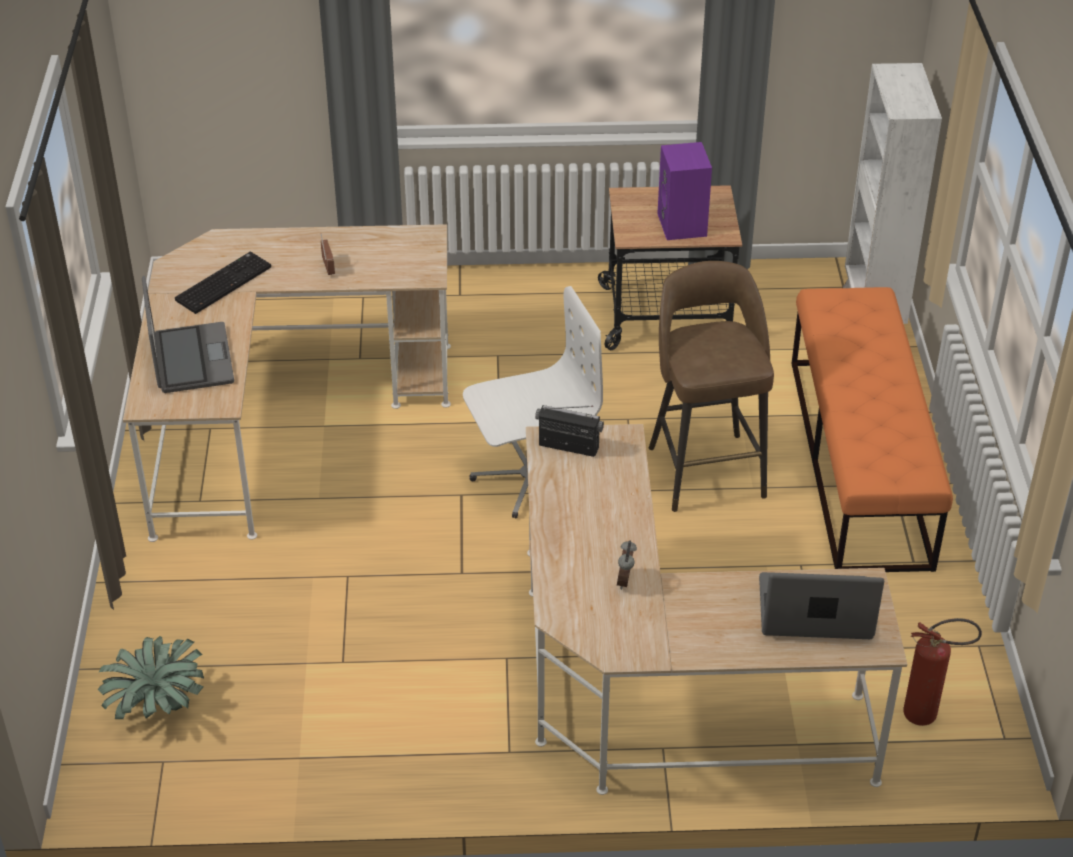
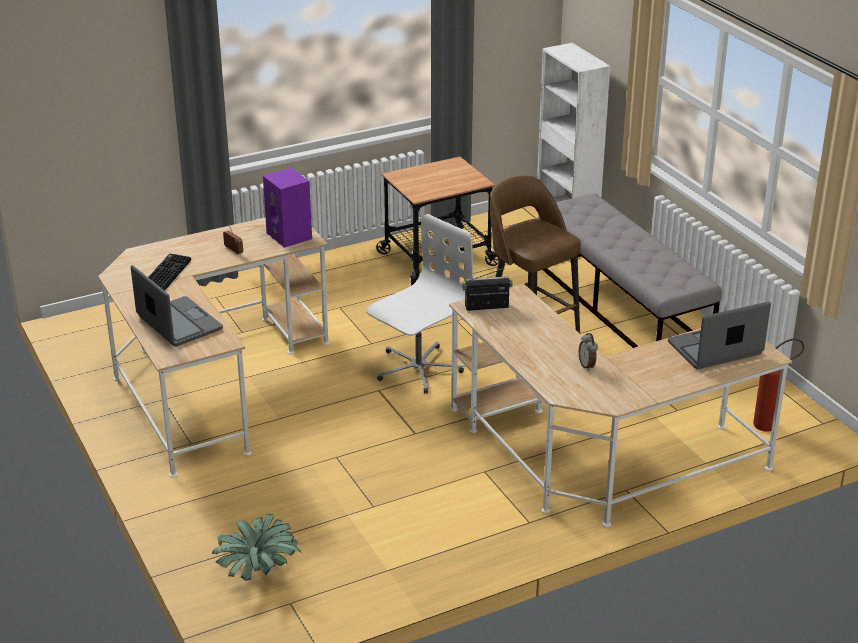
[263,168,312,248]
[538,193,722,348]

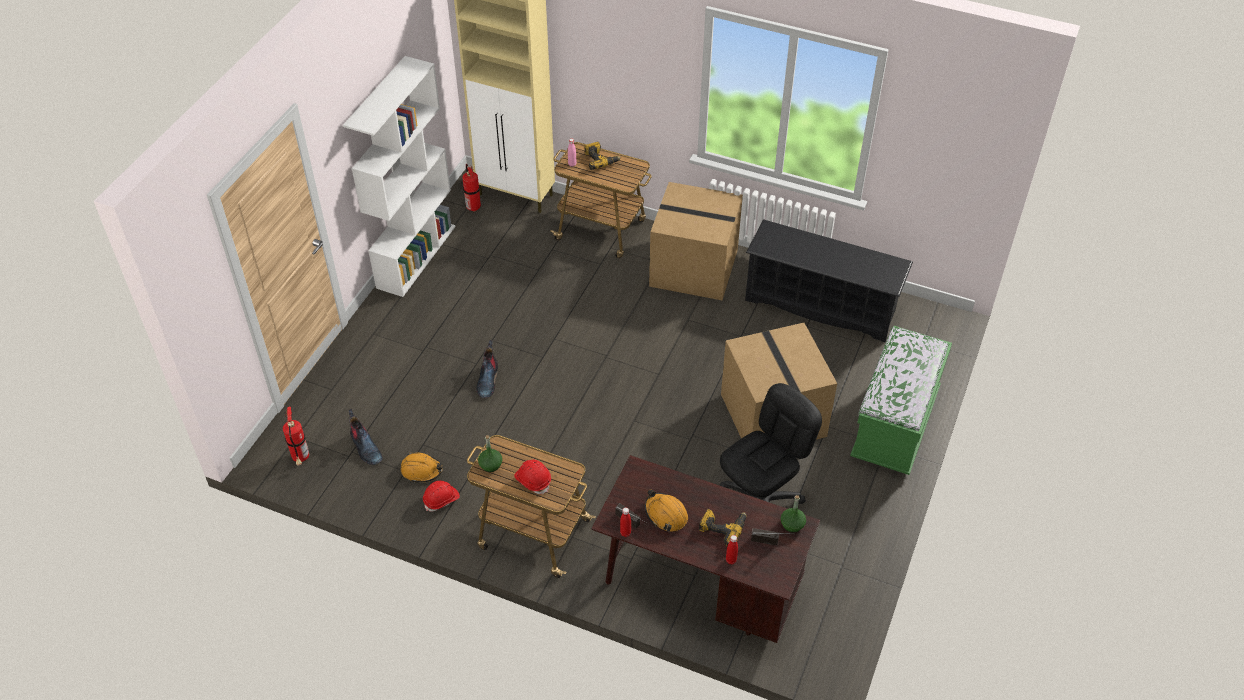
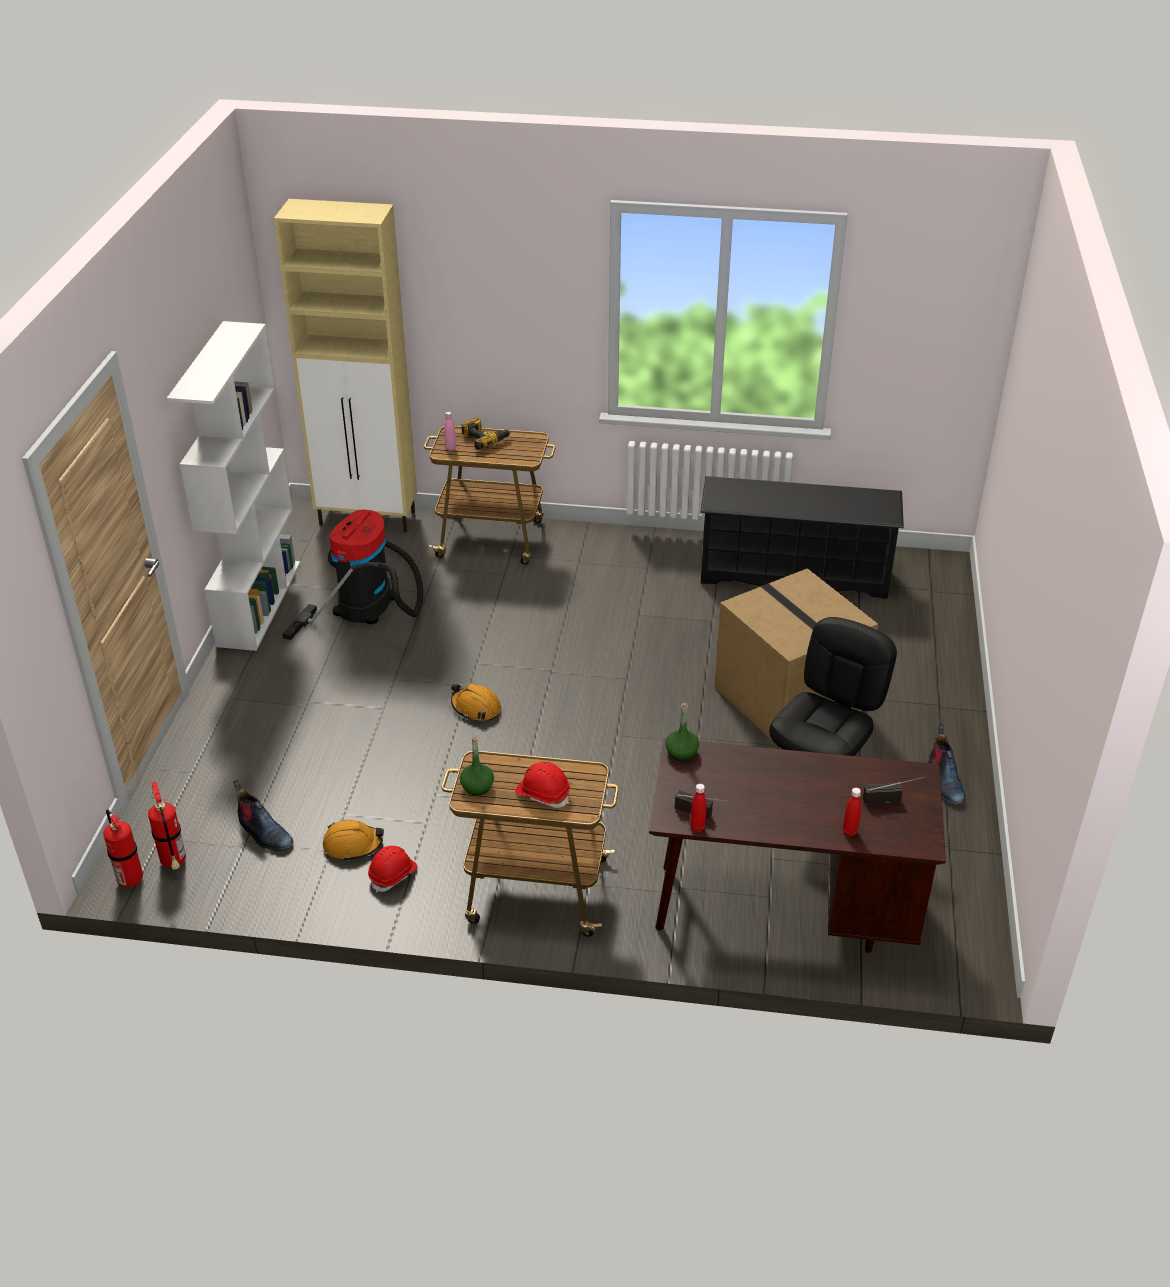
[103,809,143,887]
[282,509,423,640]
[451,684,501,721]
[665,703,699,761]
[929,724,965,805]
[649,182,743,300] (first image)
[699,509,746,547] (first image)
[850,326,952,475] (first image)

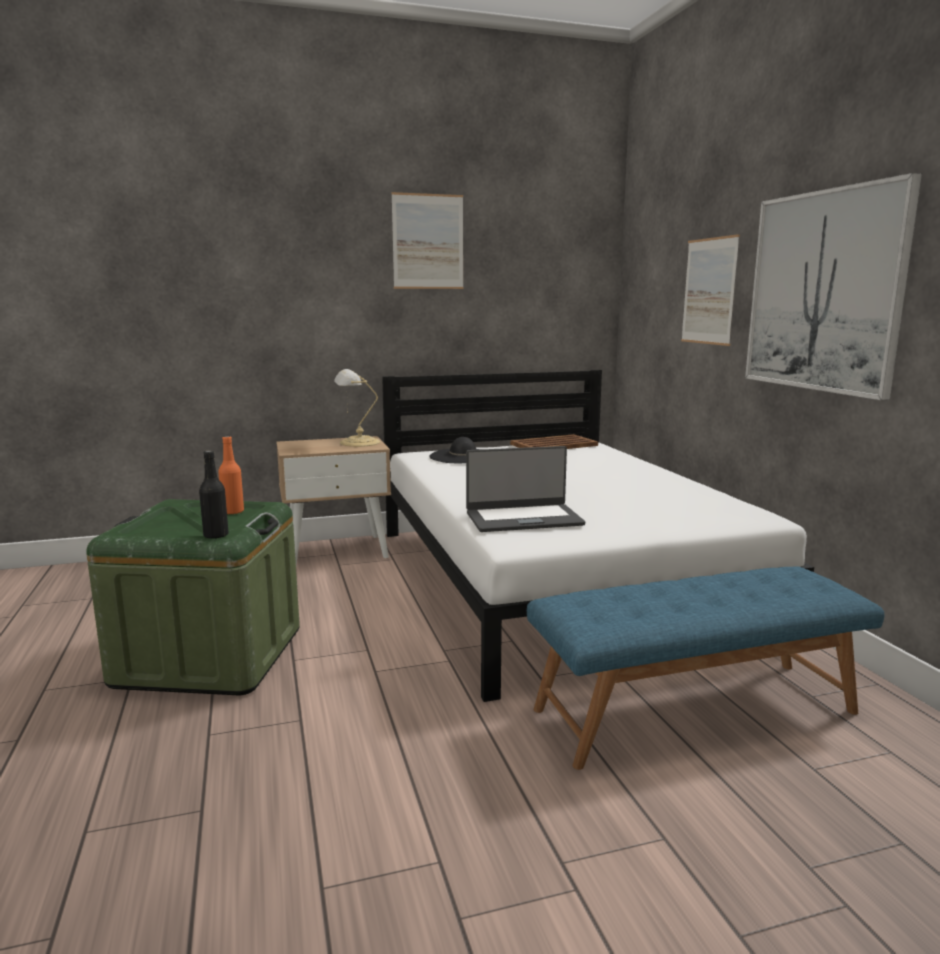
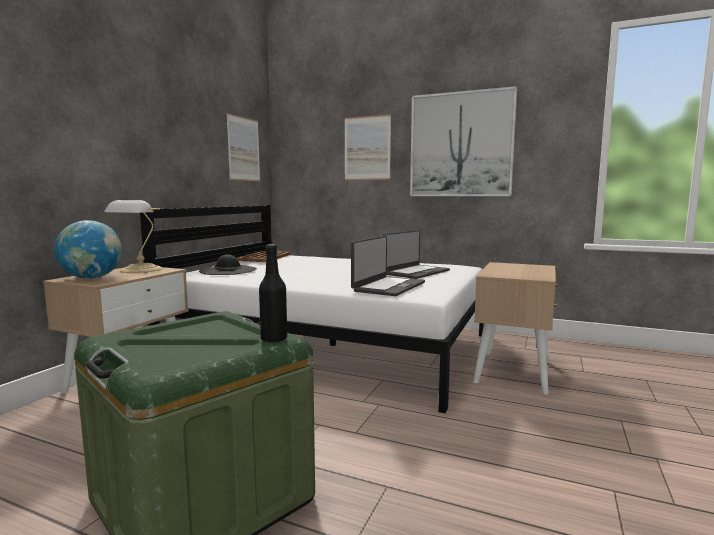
[54,220,122,279]
[226,113,260,181]
[383,230,450,279]
[473,262,558,395]
[218,436,244,515] (first image)

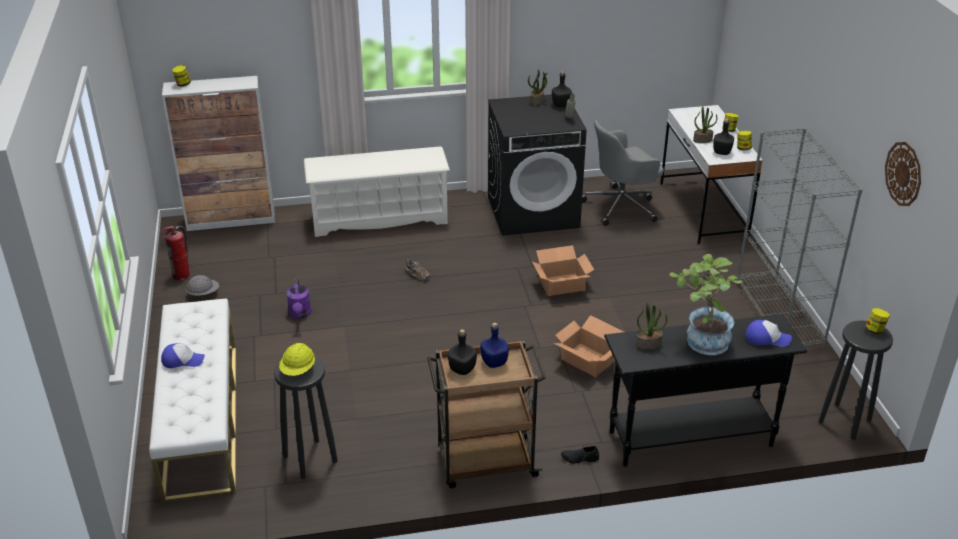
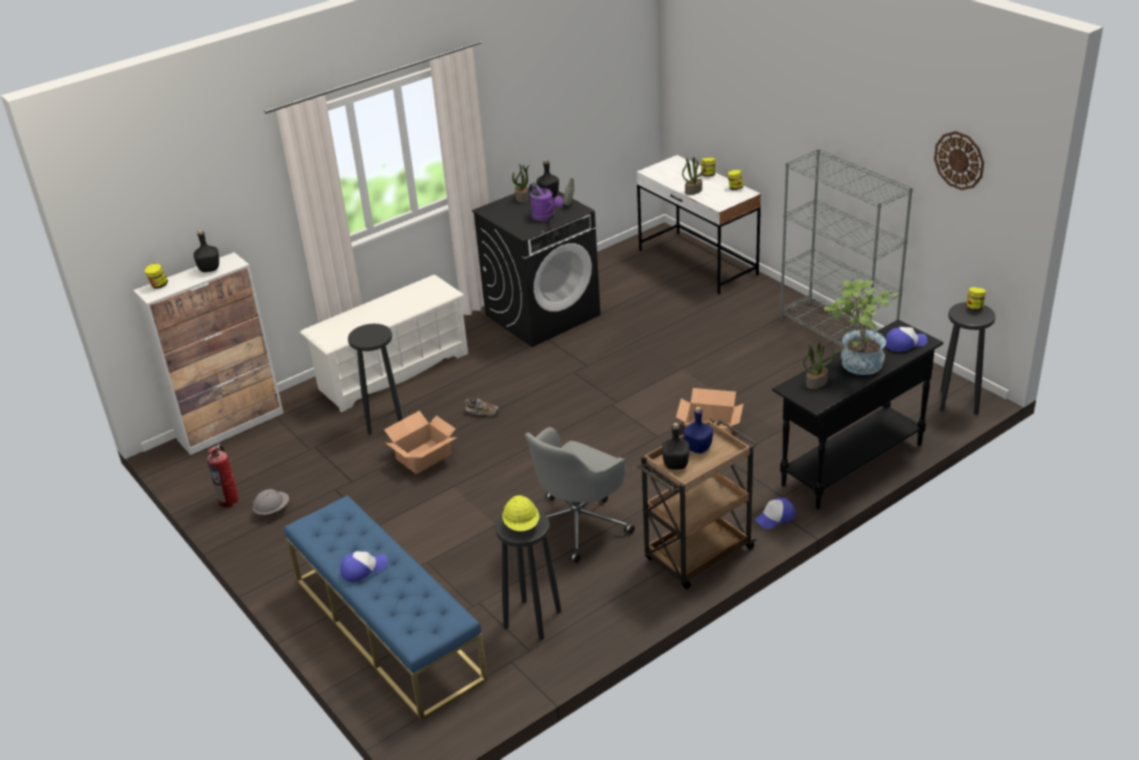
[194,230,219,272]
[284,495,488,721]
[348,324,403,435]
[384,411,458,474]
[525,427,635,563]
[529,183,564,221]
[755,497,795,529]

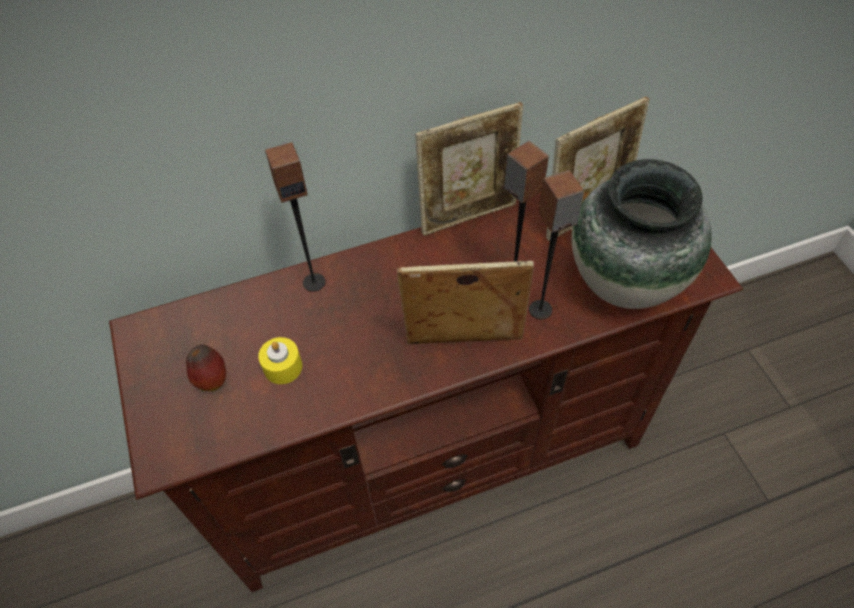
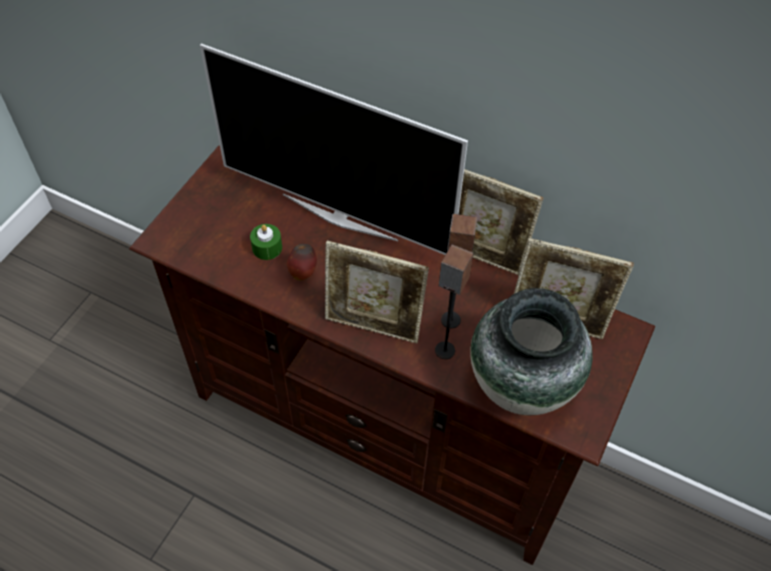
[200,43,468,255]
[250,224,282,260]
[287,244,317,280]
[325,241,429,343]

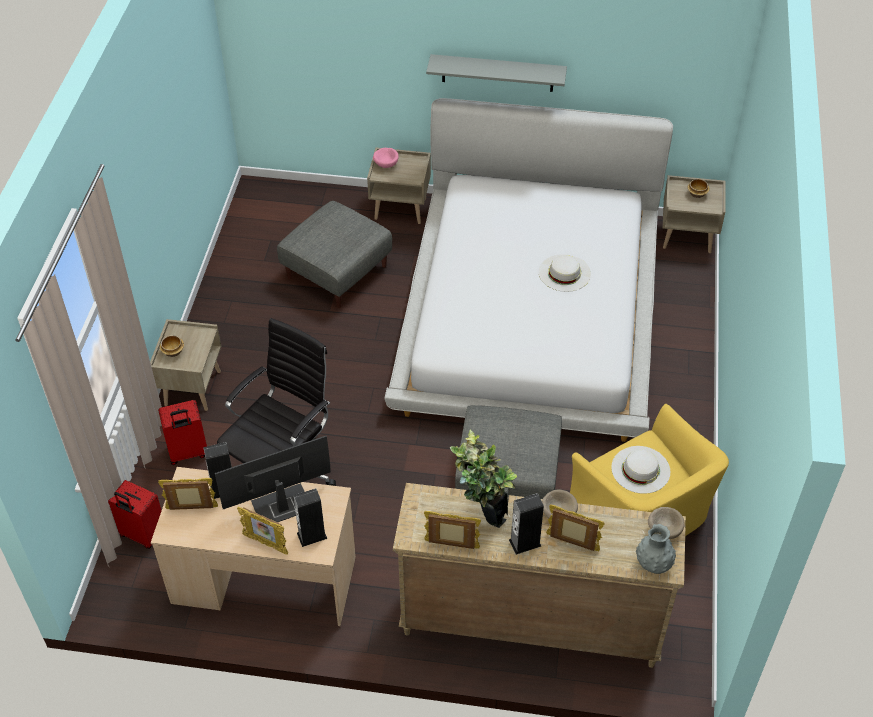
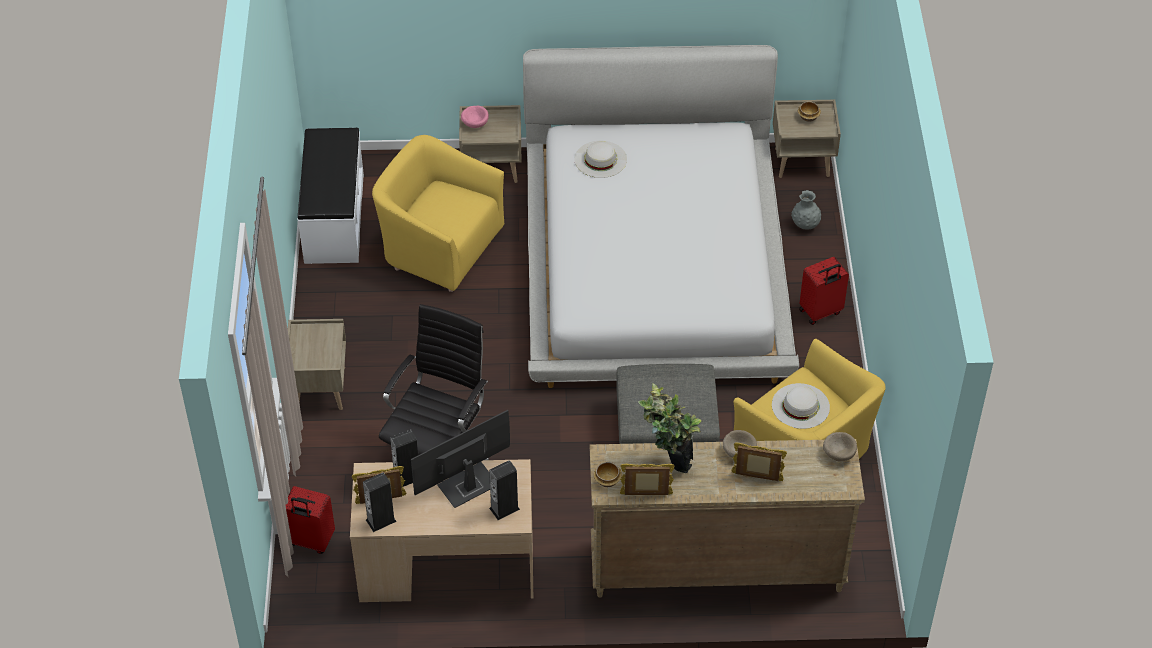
[298,128,364,264]
[363,472,397,532]
[372,135,504,292]
[574,141,627,178]
[594,462,622,487]
[791,190,821,230]
[799,257,849,325]
[237,506,288,555] (first image)
[426,54,567,92] (first image)

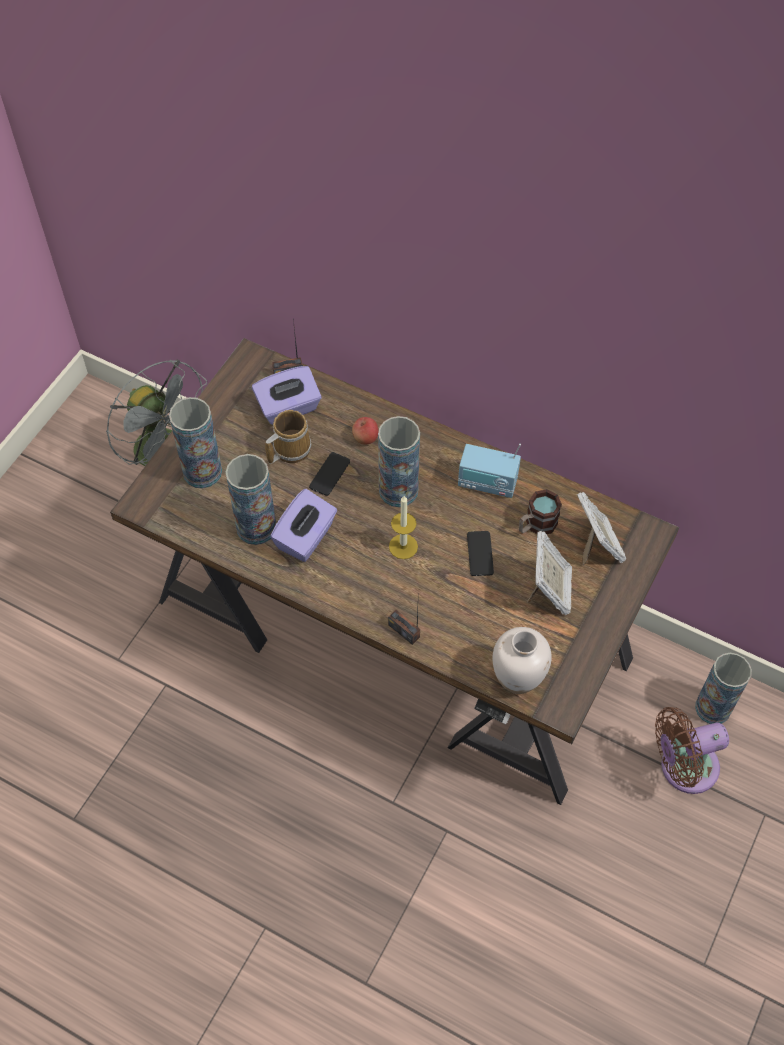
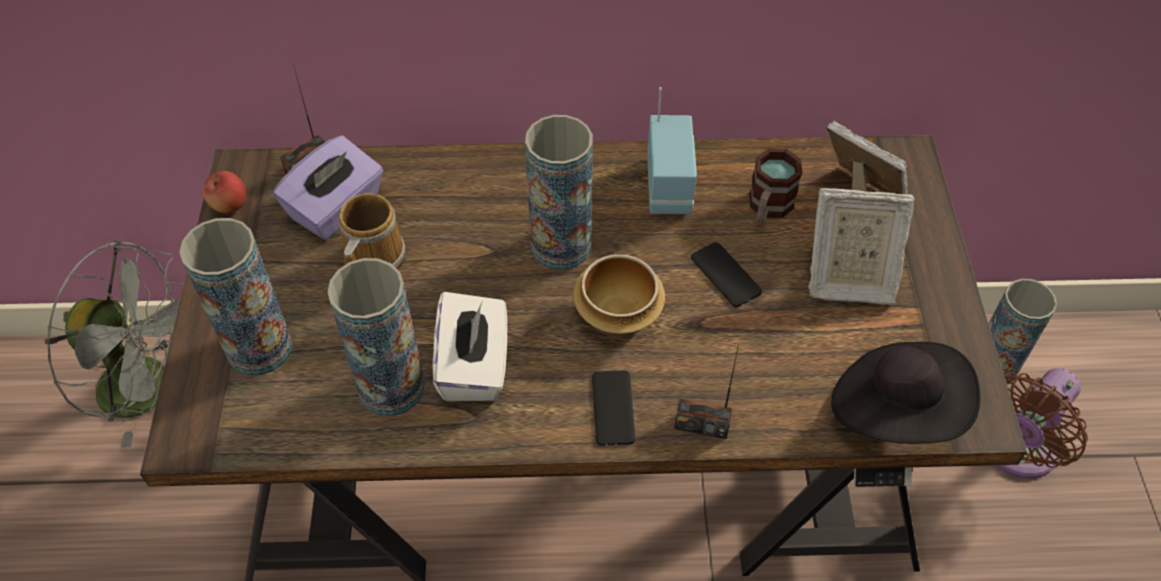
[203,171,246,214]
[432,292,507,401]
[573,254,665,337]
[592,371,635,446]
[647,87,697,214]
[808,188,915,305]
[831,342,981,444]

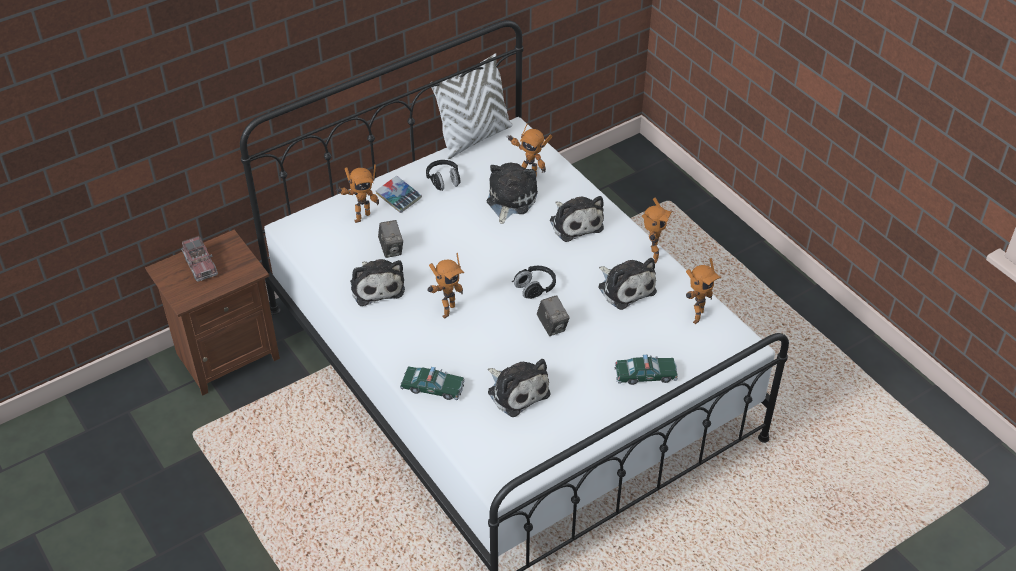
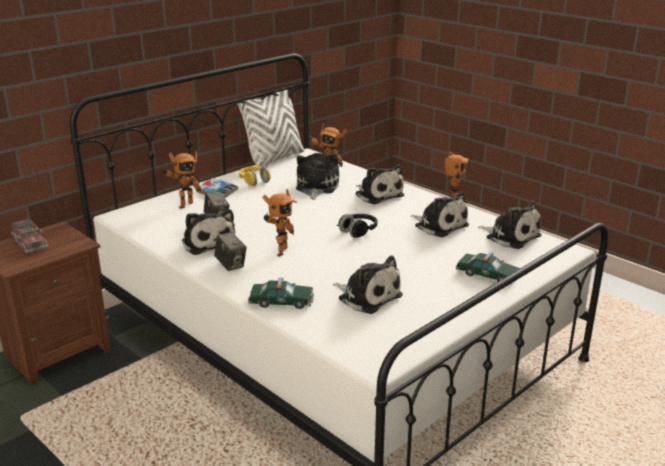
[214,232,247,271]
[239,166,271,186]
[456,252,520,284]
[478,201,542,249]

